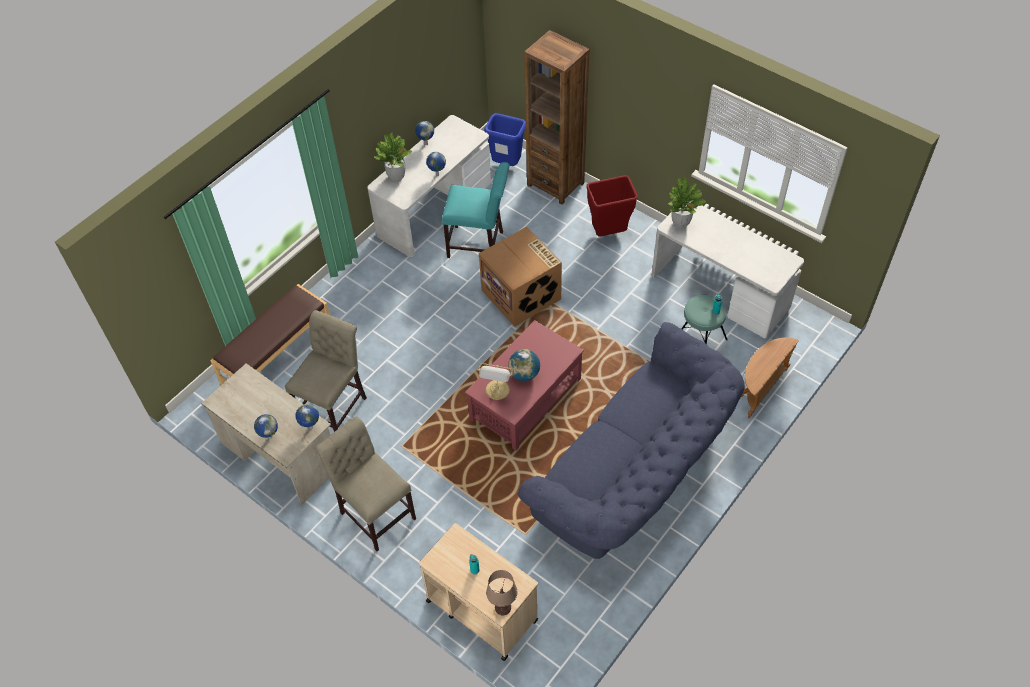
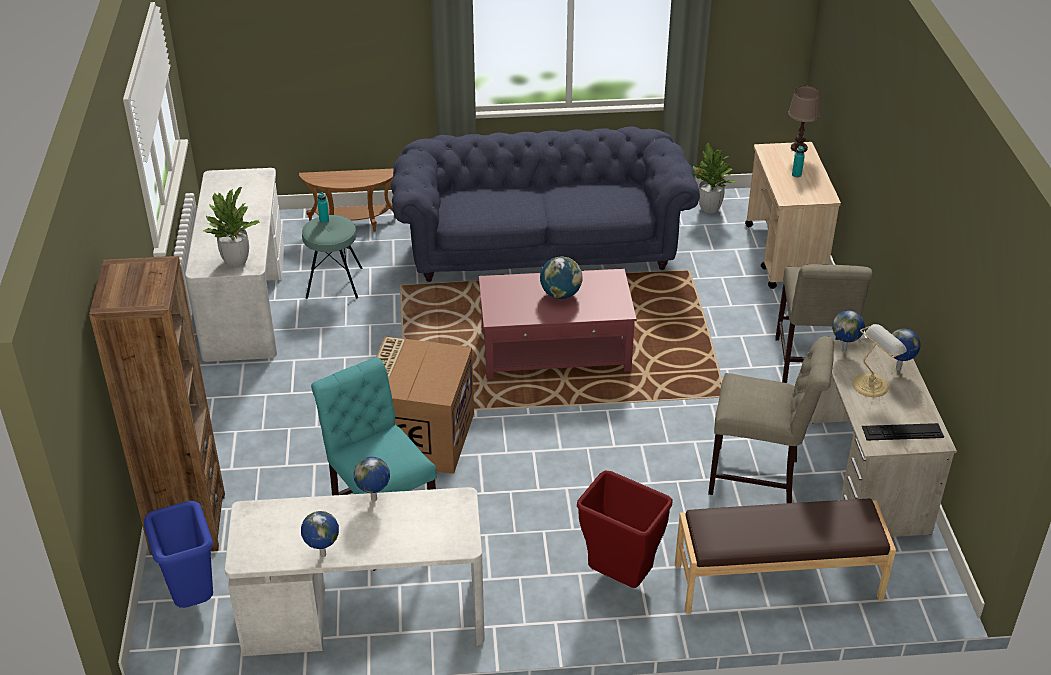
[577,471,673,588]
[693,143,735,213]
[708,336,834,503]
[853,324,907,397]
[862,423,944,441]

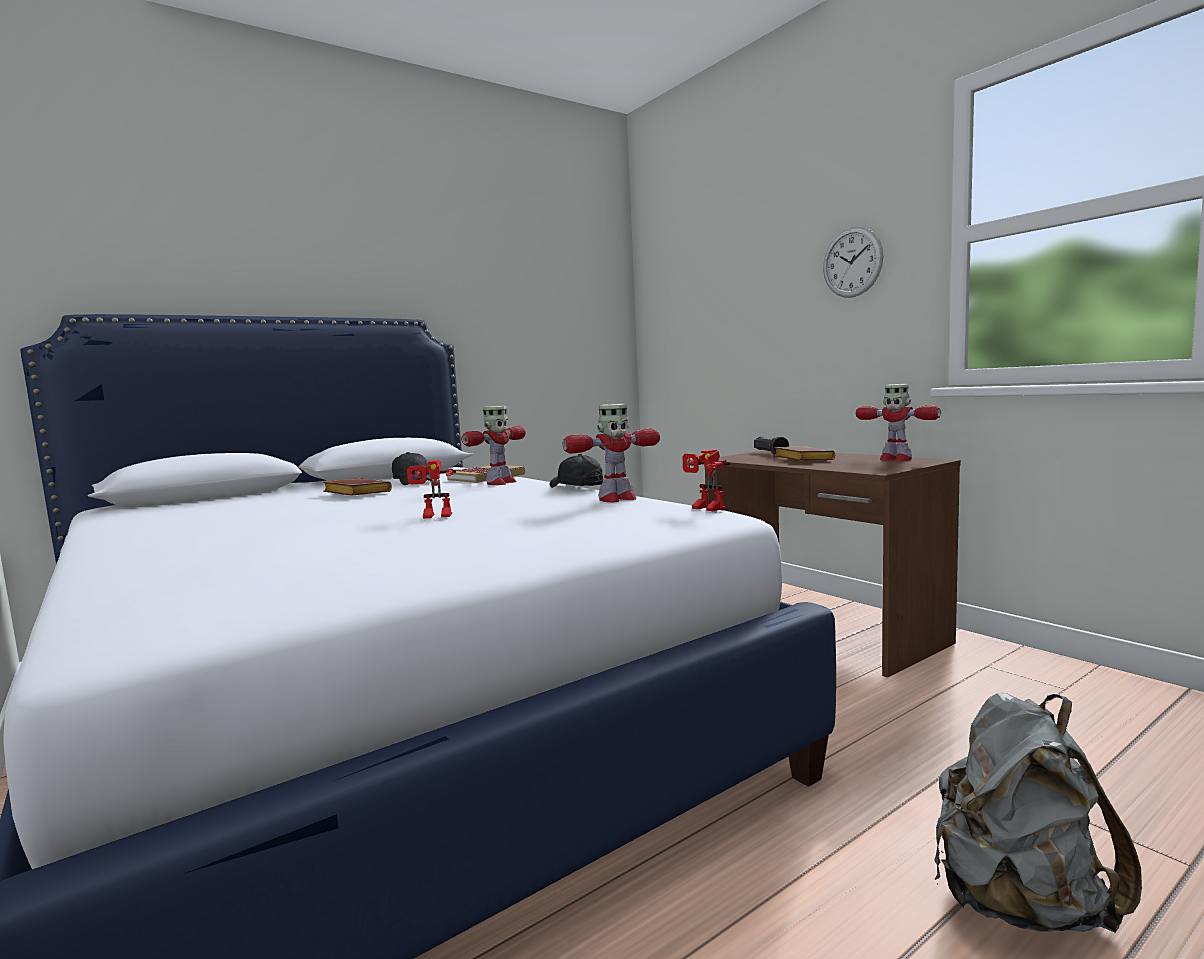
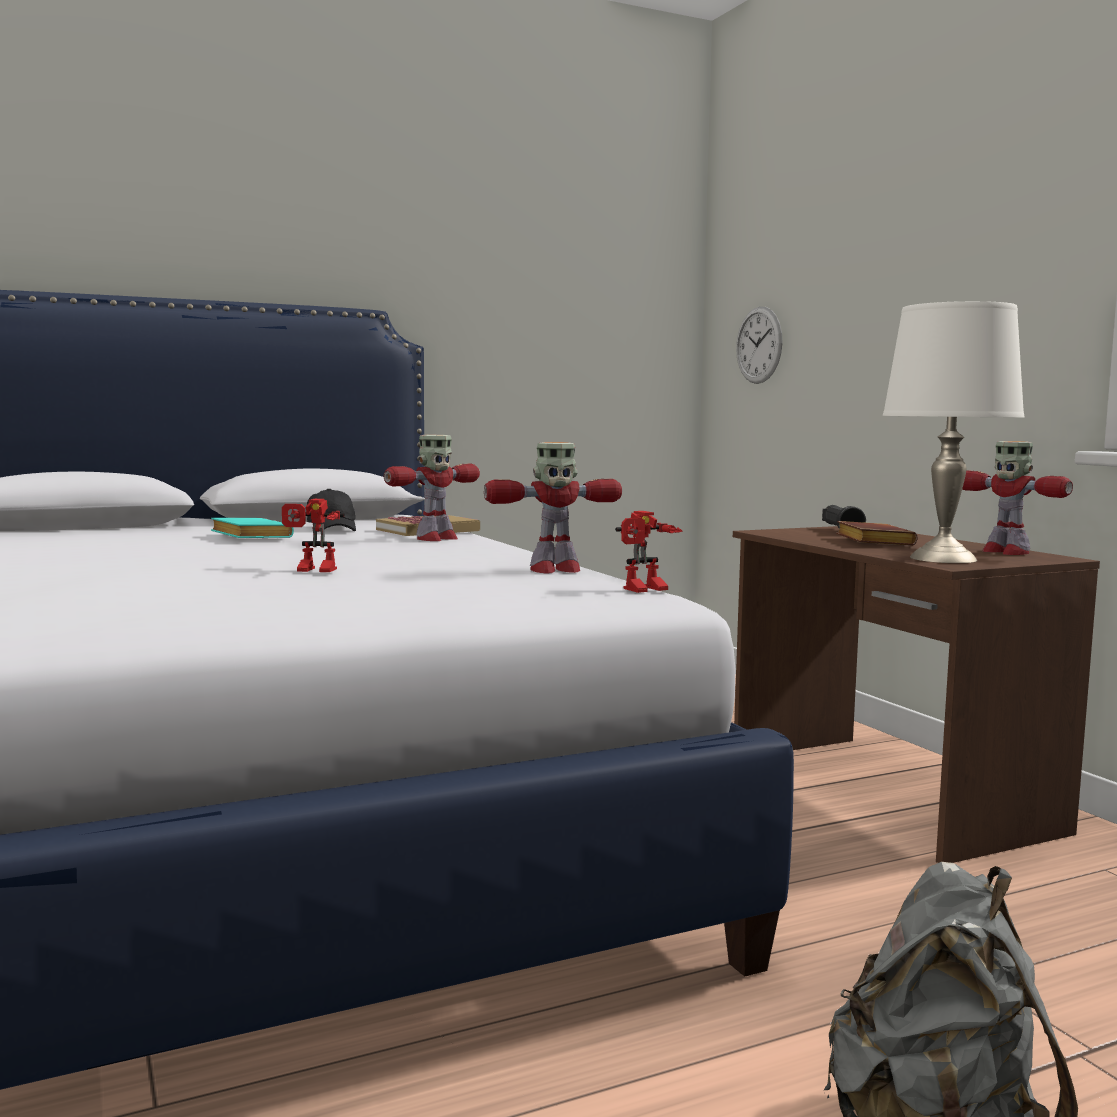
[211,518,294,538]
[615,511,683,593]
[736,306,782,384]
[883,301,1024,563]
[550,454,603,488] (first image)

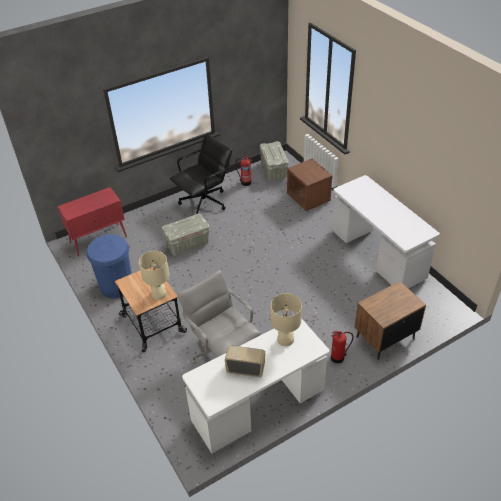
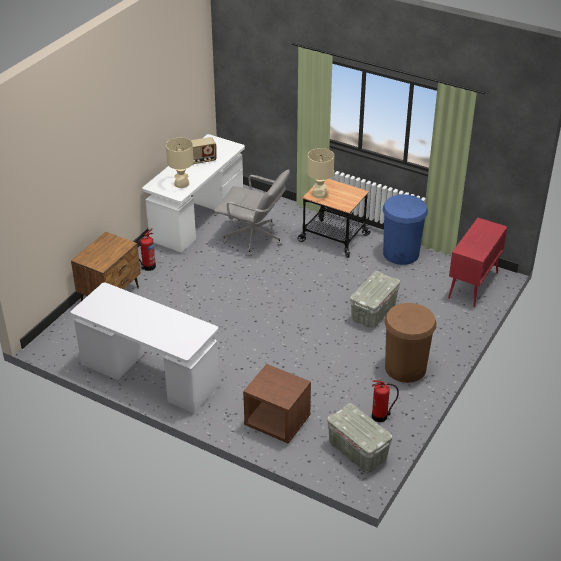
[384,303,436,383]

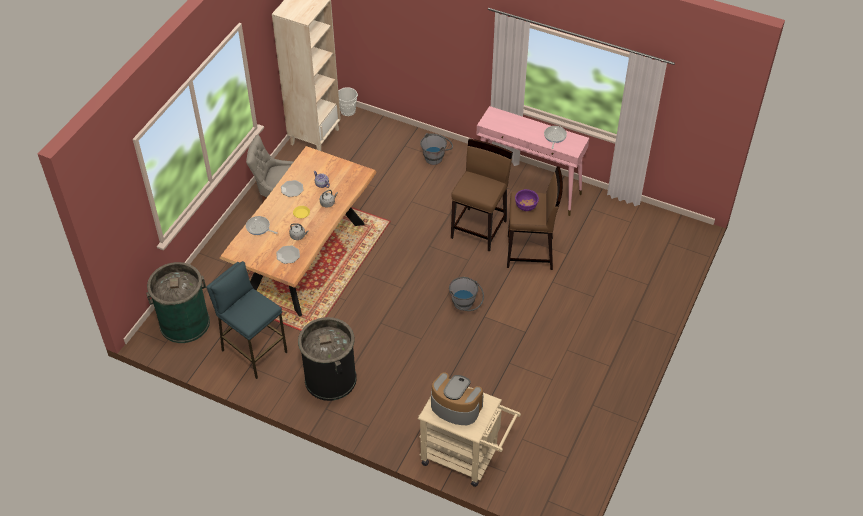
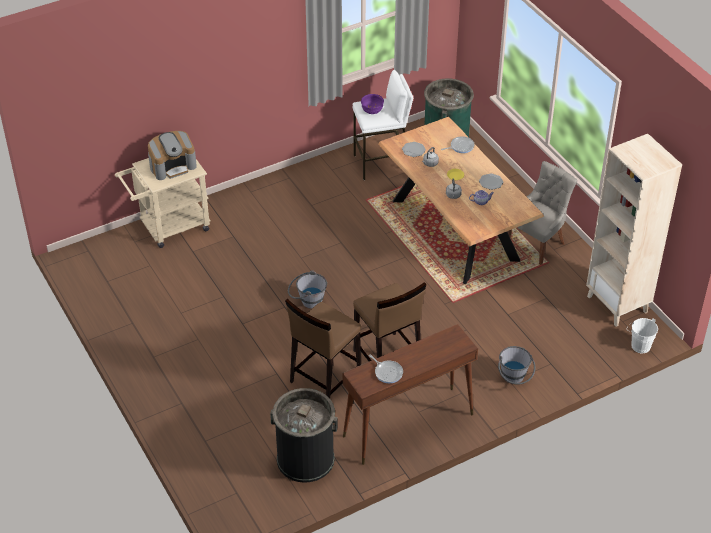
[270,388,338,483]
[343,324,478,465]
[352,70,413,180]
[361,94,384,114]

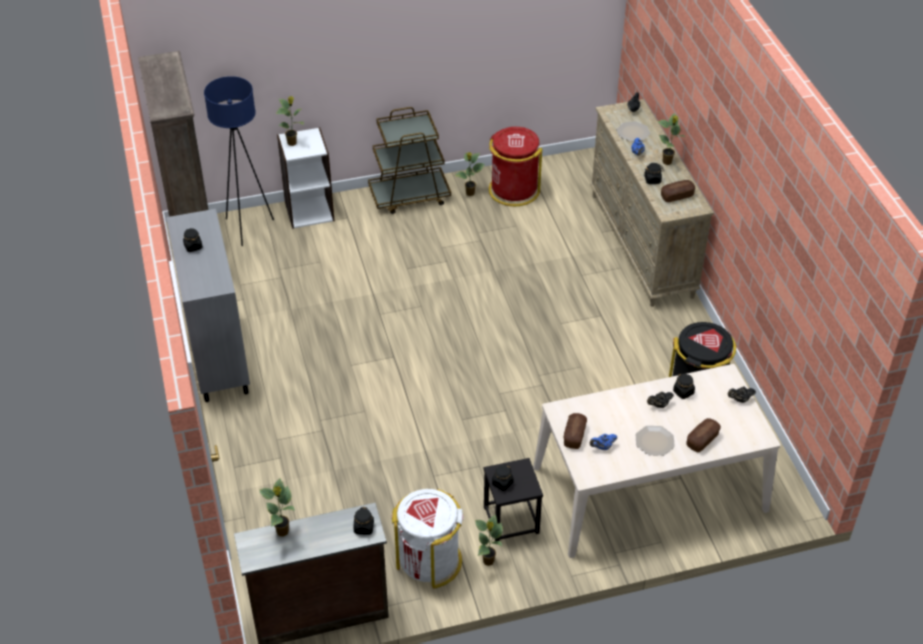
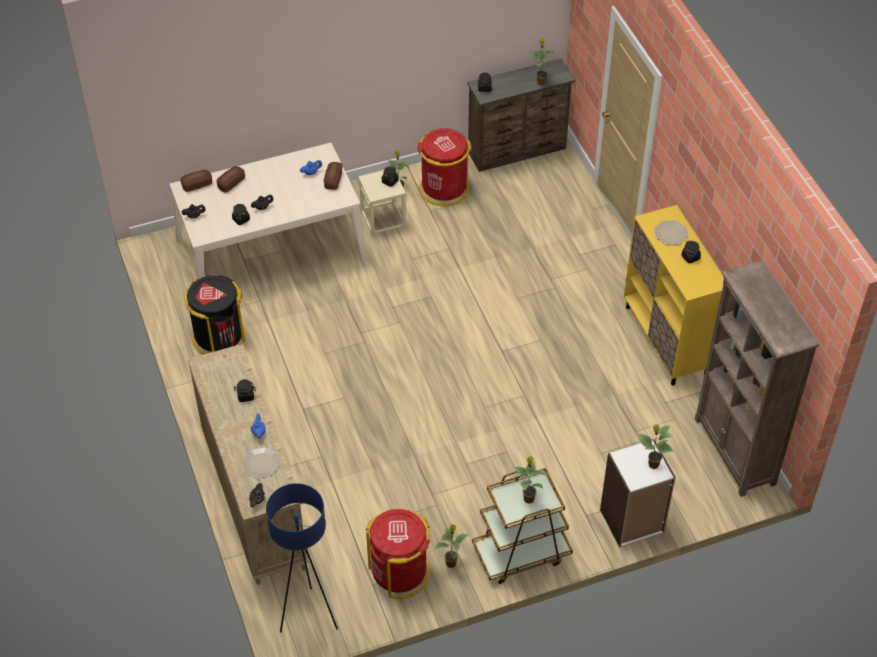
[180,170,212,192]
[266,483,338,633]
[358,170,406,237]
[417,128,472,206]
[515,456,548,504]
[624,205,724,385]
[654,221,688,245]

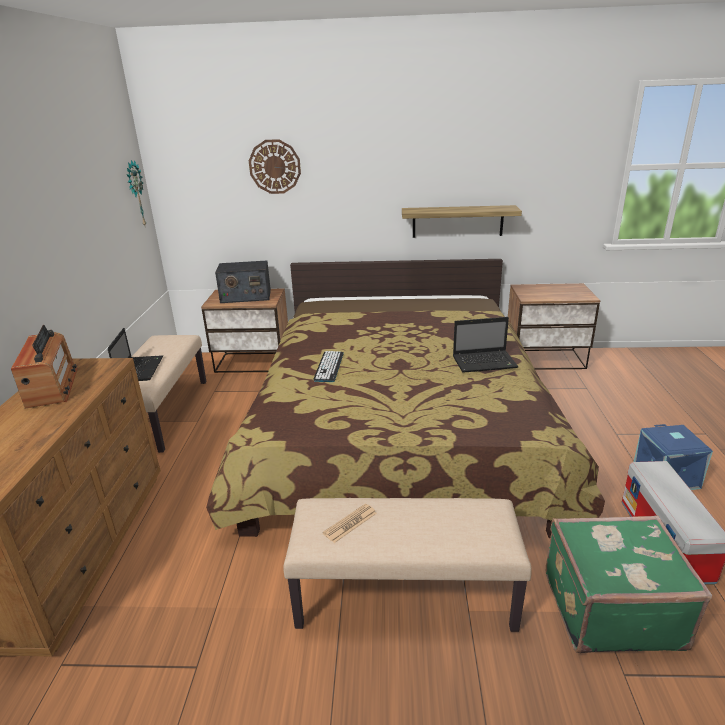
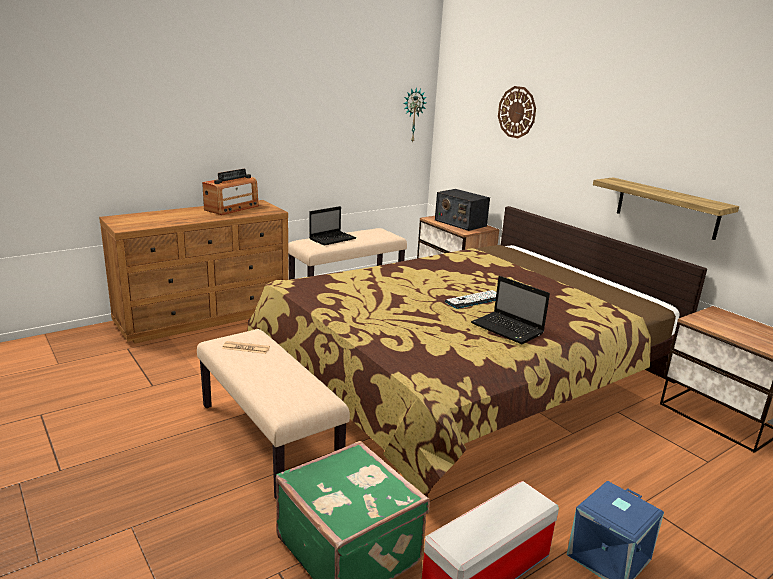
[445,290,496,309]

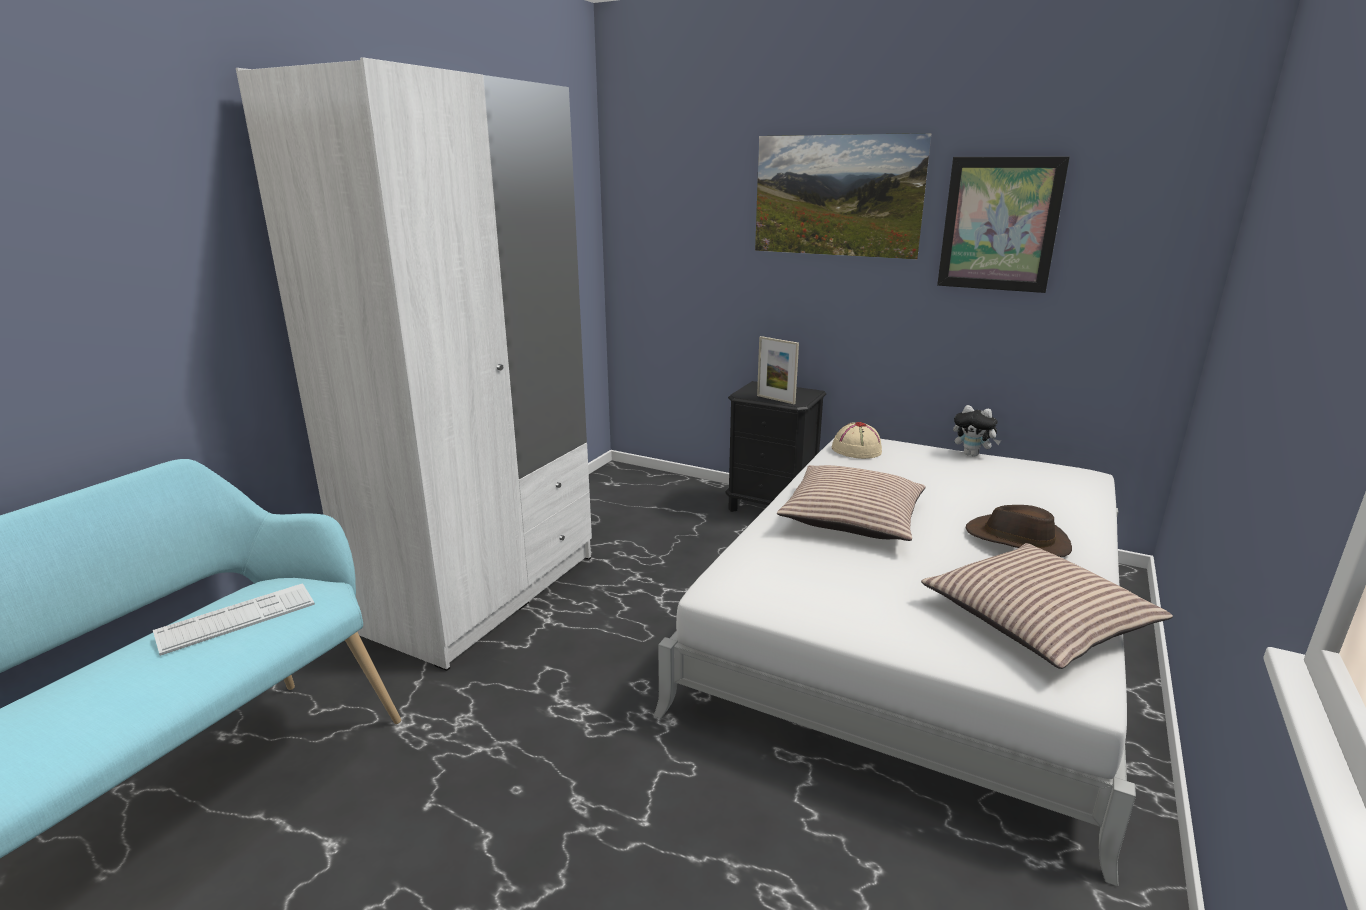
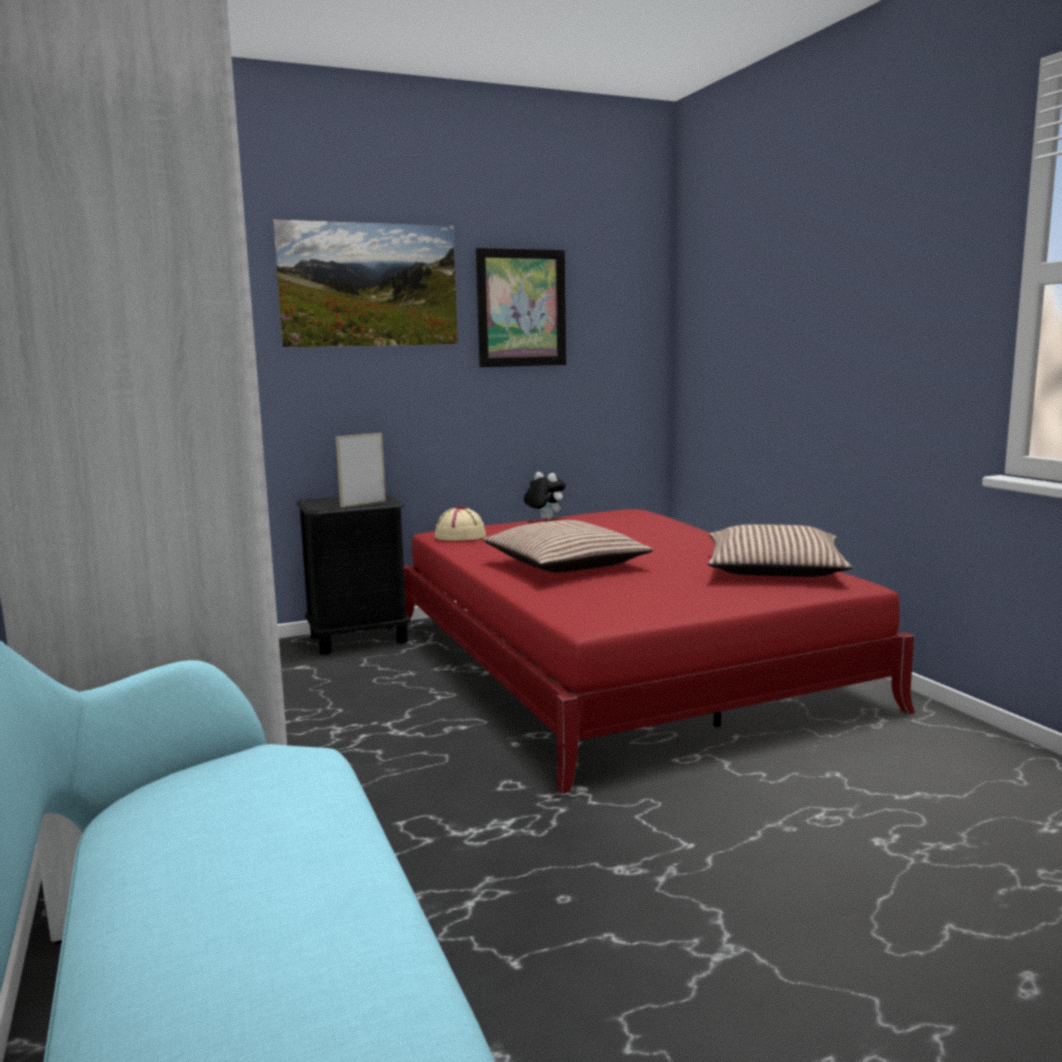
[336,433,386,507]
[404,509,915,794]
[524,472,566,520]
[153,583,315,656] (first image)
[966,505,1072,557] (first image)

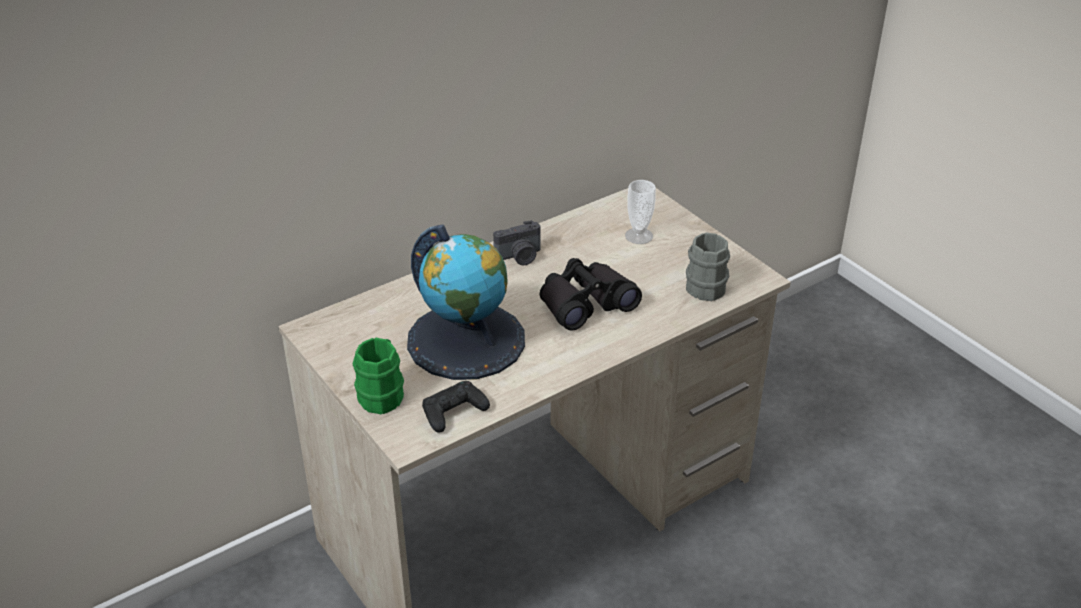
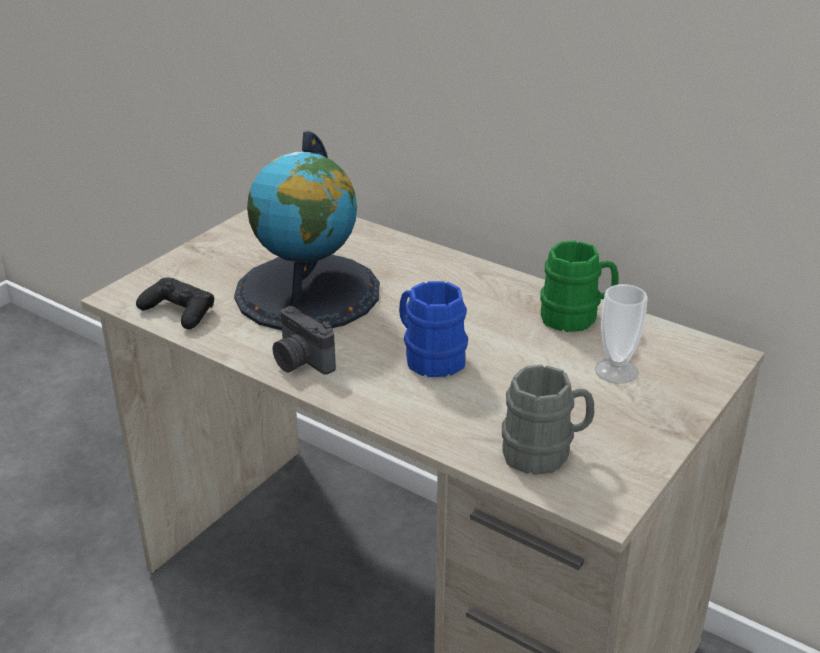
[273,306,336,375]
[399,281,468,377]
[540,241,619,332]

